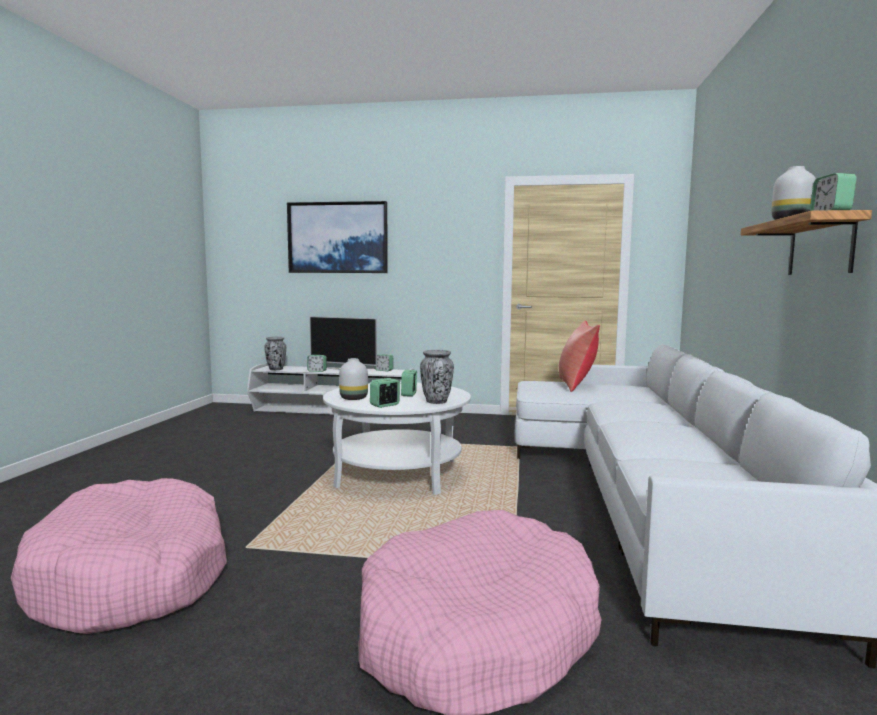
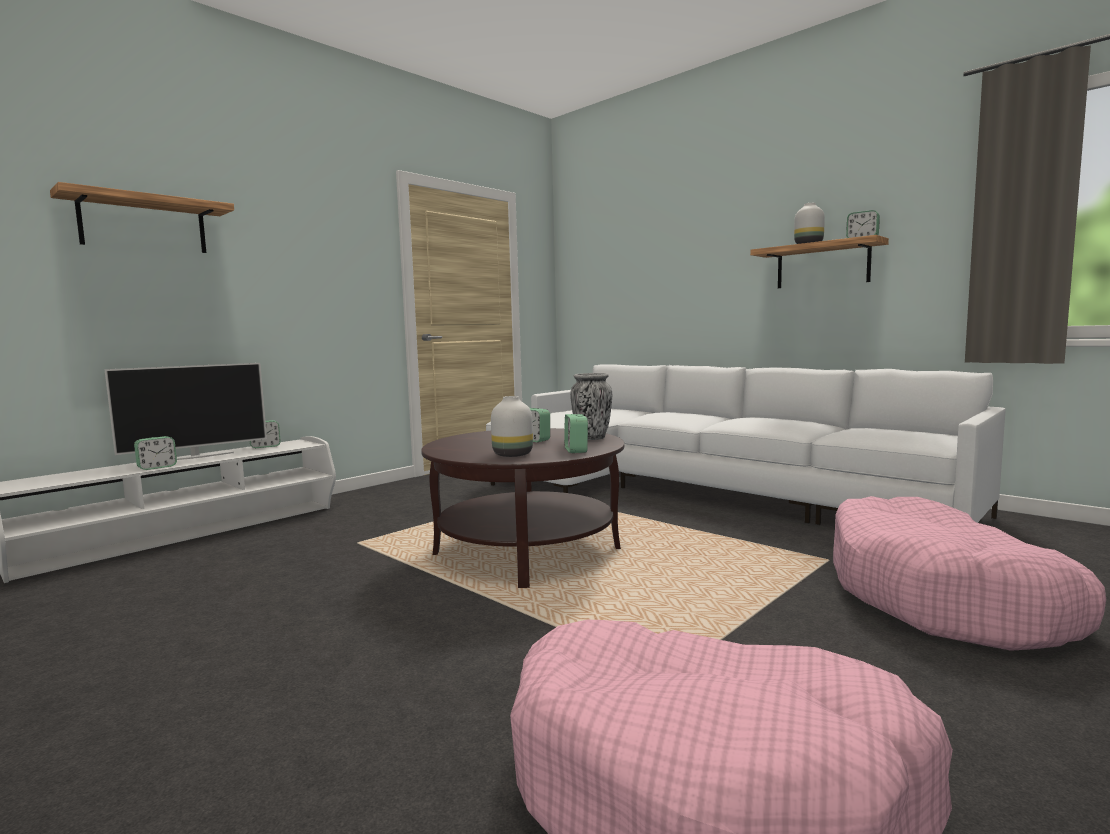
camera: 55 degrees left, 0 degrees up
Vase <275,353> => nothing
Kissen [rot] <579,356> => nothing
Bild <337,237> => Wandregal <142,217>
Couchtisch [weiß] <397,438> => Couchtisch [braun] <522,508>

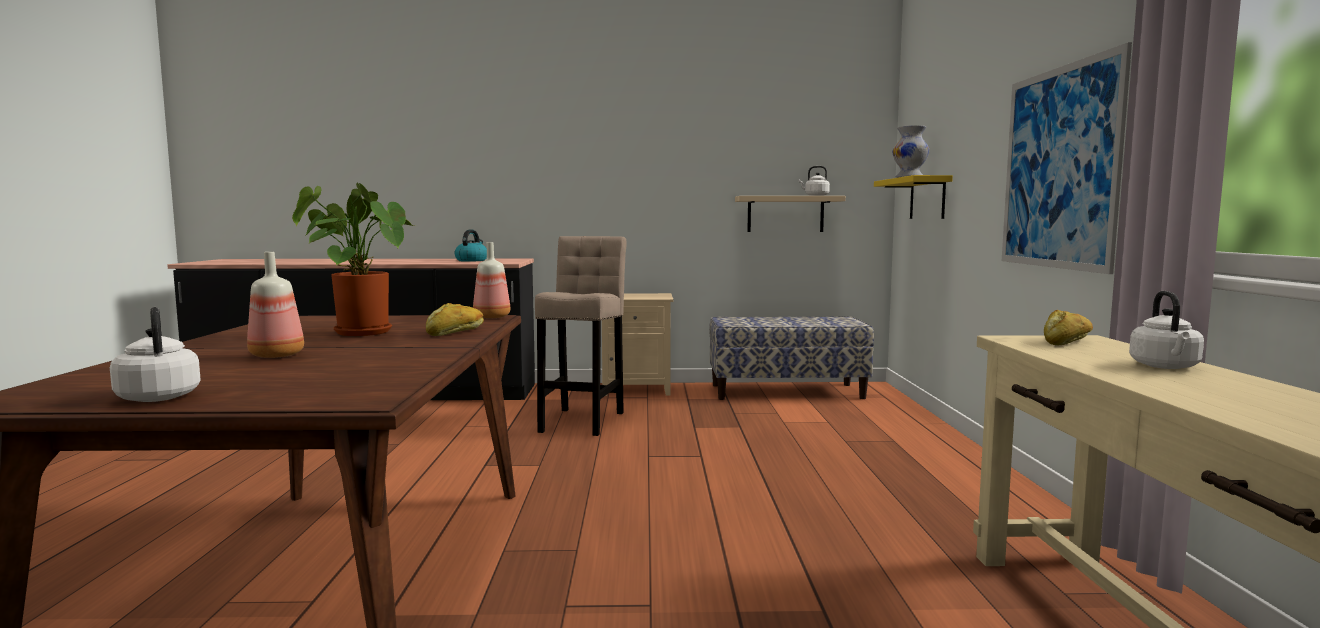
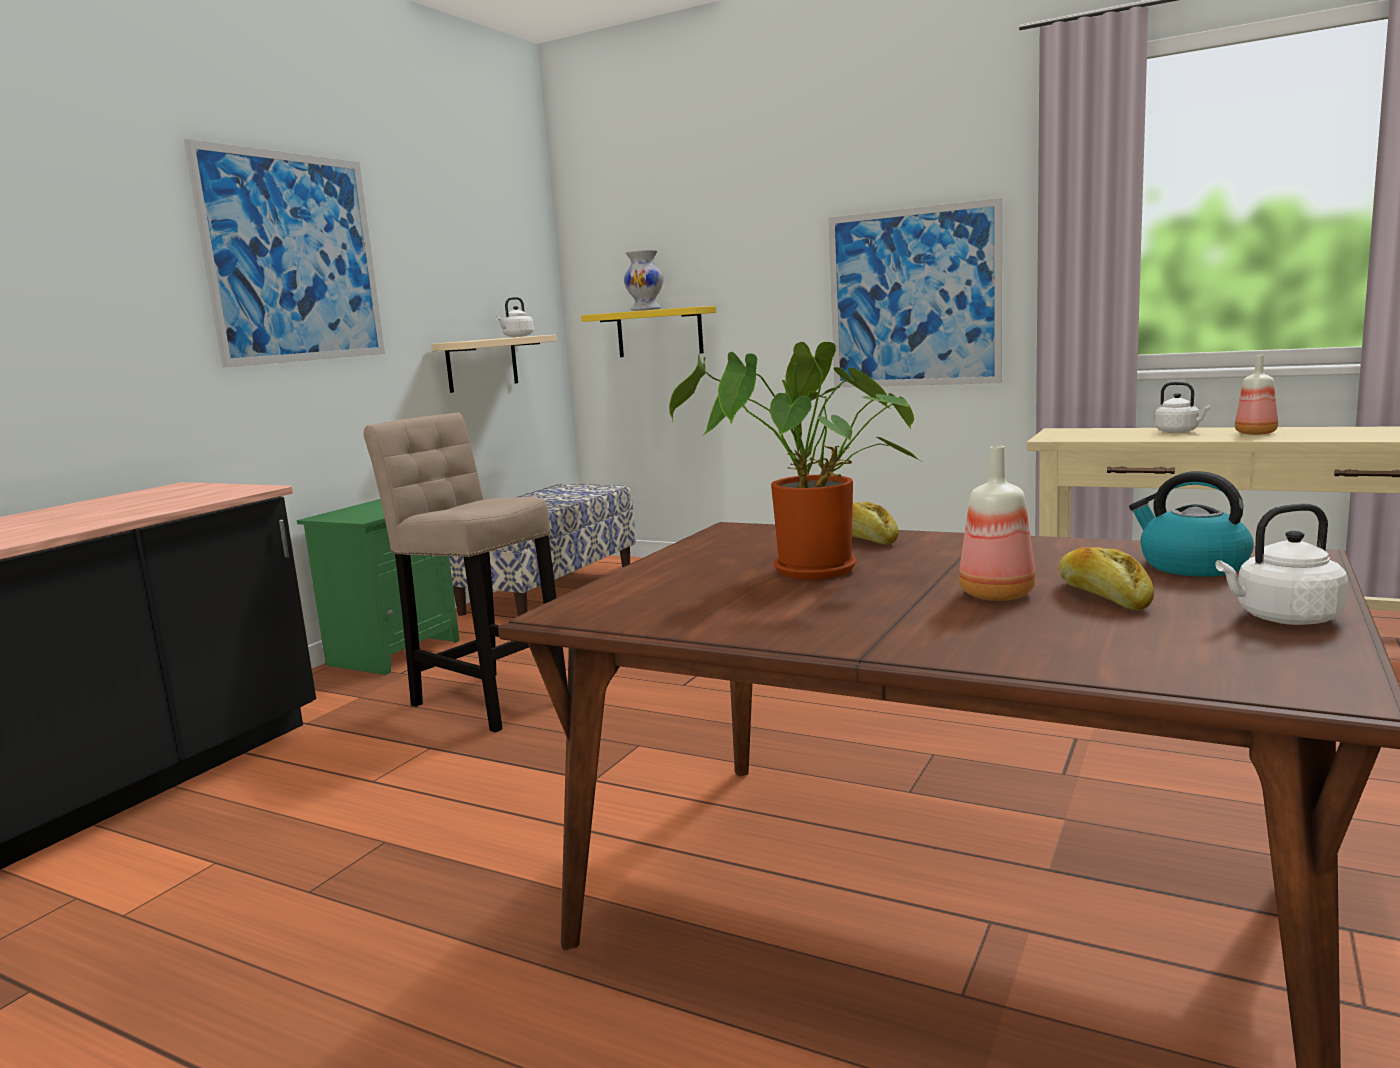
camera: 60 degrees left, 5 degrees up
nothing => Bild <284,253>
Wasserkessel <471,246> => Wasserkessel <1191,524>, moved
Flasche <491,280> => Flasche <1256,395>, moved
Brot <1068,328> => Brot <1106,578>, moved
Nachttisch [beige] <637,344> => Nachttisch [grün] <378,587>

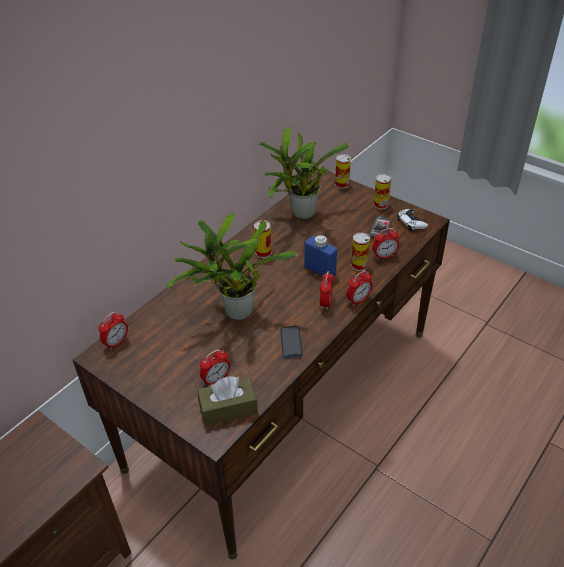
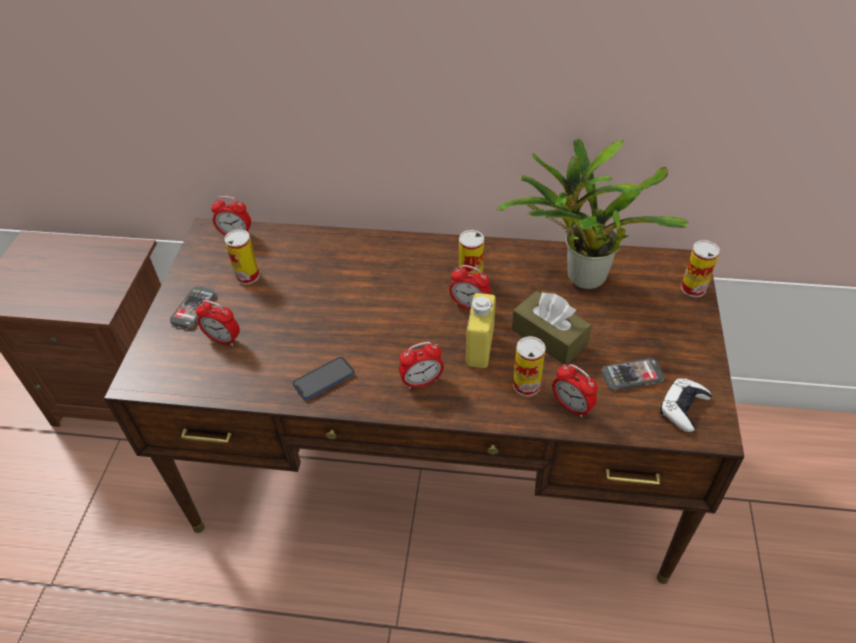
camera: 60 degrees right, 5 degrees up
Topfpflanze <232,266> => nothing
nothing => Handy <193,307>
Taschentuchbox [braun] <227,401> => Taschentuchbox [braun] <552,328>, moved
Wecker <360,288> => Wecker <470,287>, moved
Dose <382,192> => Dose <242,257>, moved
Flasche [blau] <320,255> => Flasche [gelb] <481,330>

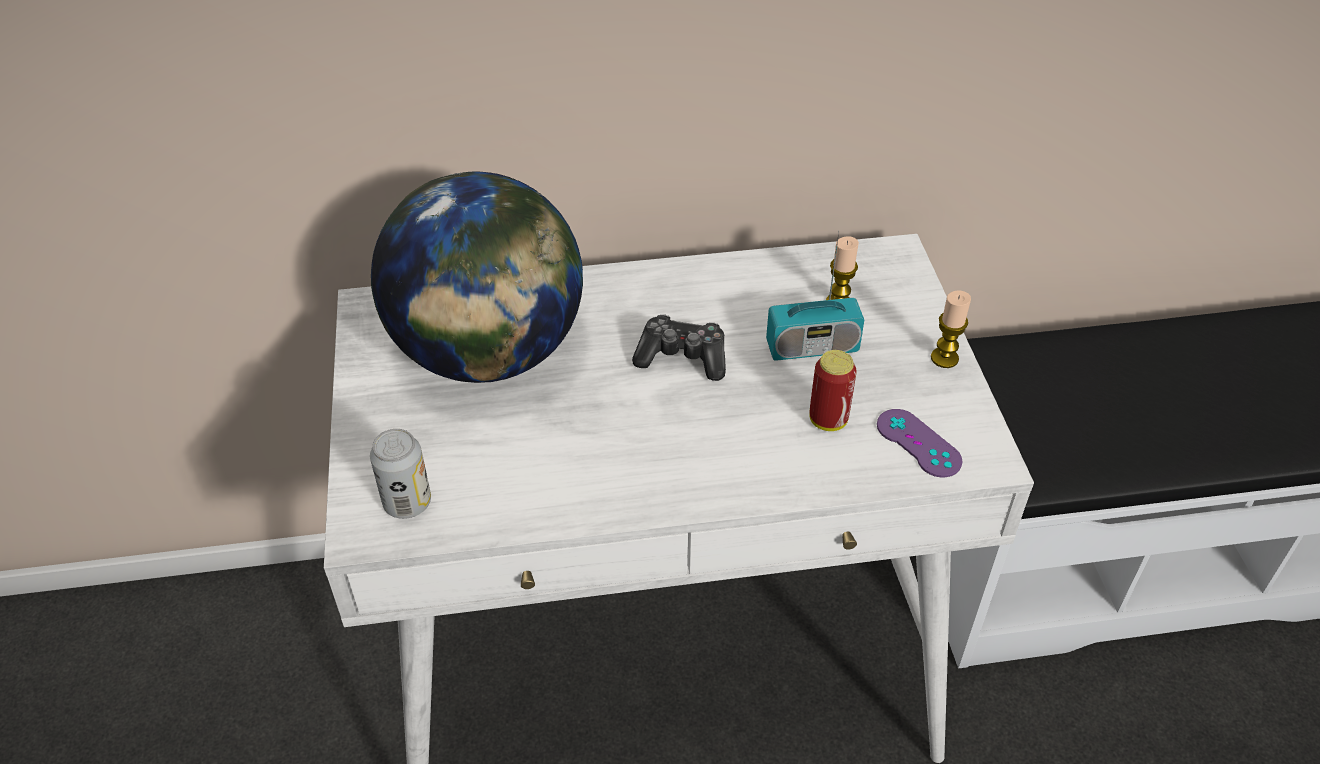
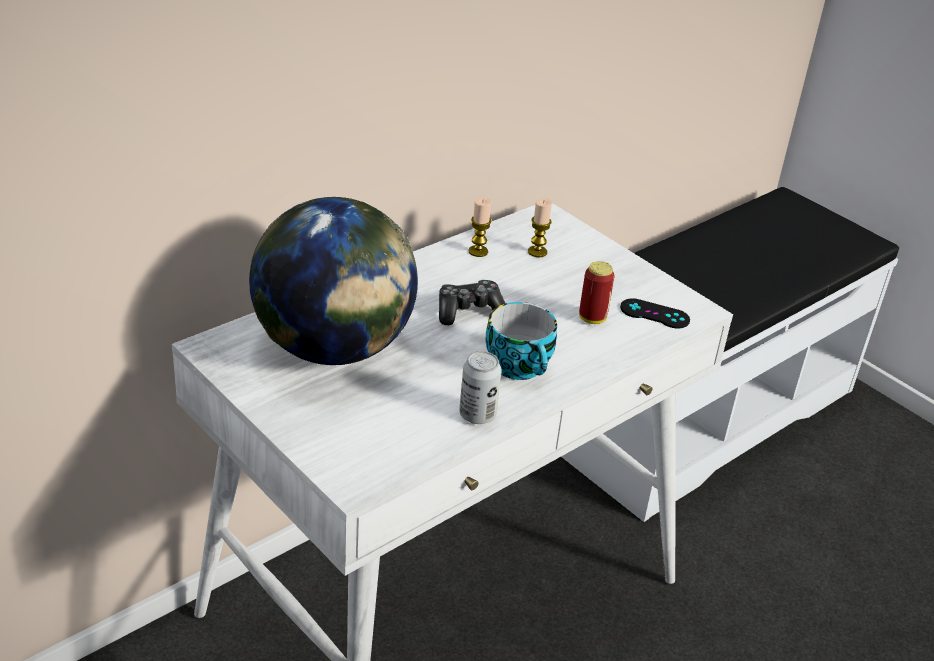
camera: 35 degrees left, 10 degrees down
Radio <815,296> => nothing
nothing => Tasse <521,341>
Dose <400,474> => Dose <480,387>, moved
Kerze <951,329> => Kerze <480,227>, moved
Gamepad [lila] <920,443> => Gamepad [schwarz] <655,313>

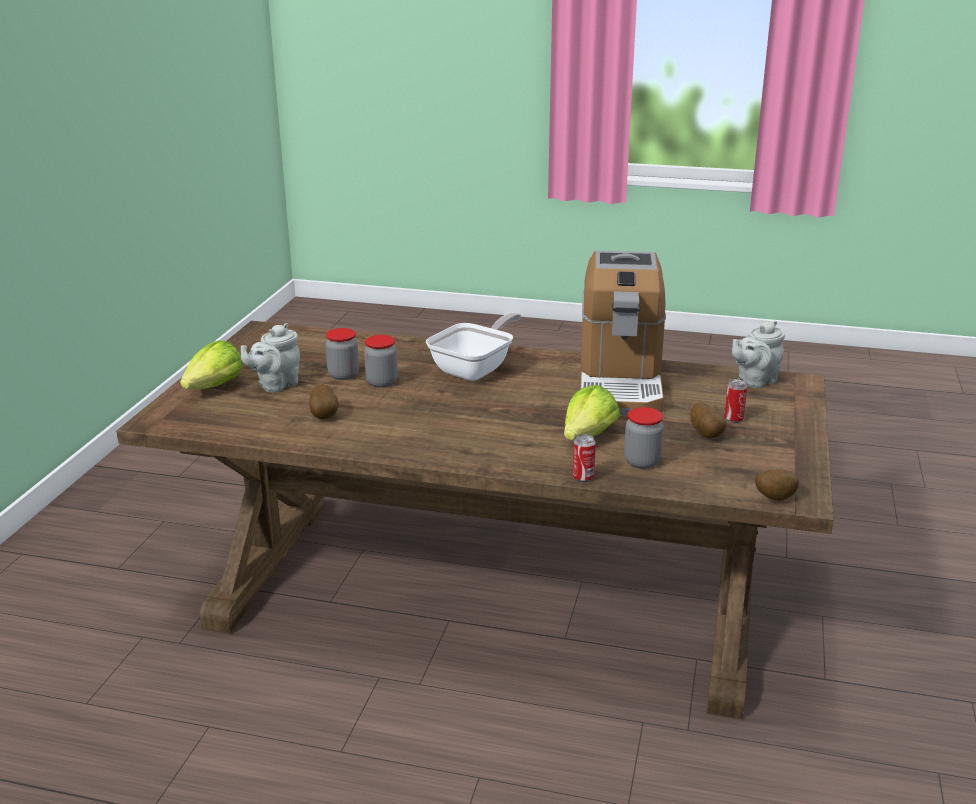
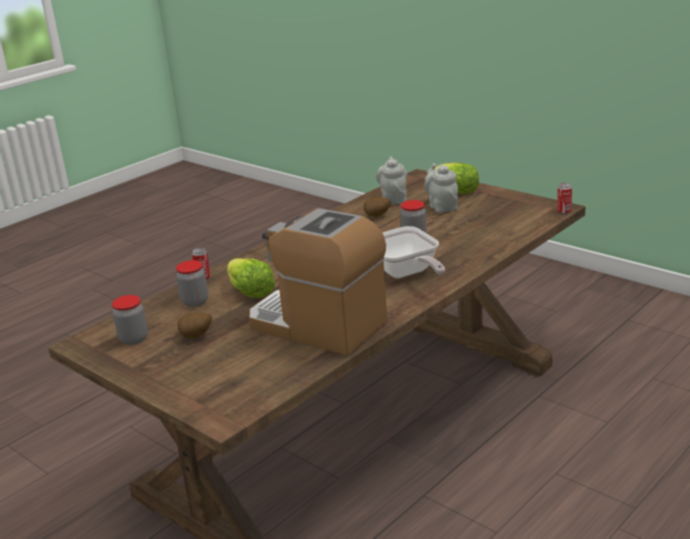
camera: 120 degrees right, 0 degrees up
Kartoffel <777,485> => nothing
Vorratsglas <342,354> => Vorratsglas <130,320>, moved
Dose <735,401> => Dose <564,198>, moved
Teekanne [grau] <758,354> => Teekanne [grau] <391,181>, moved

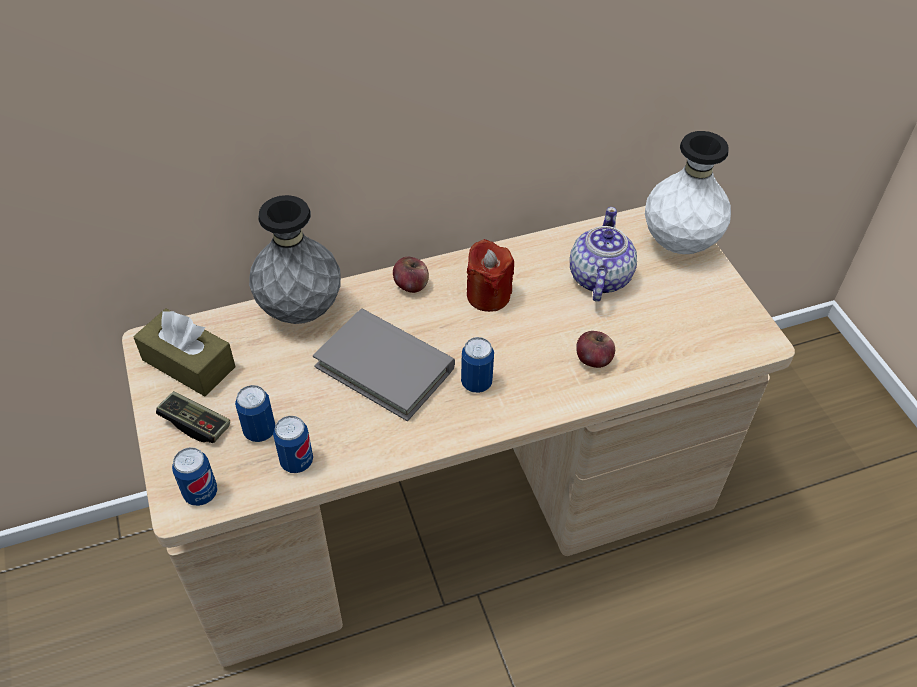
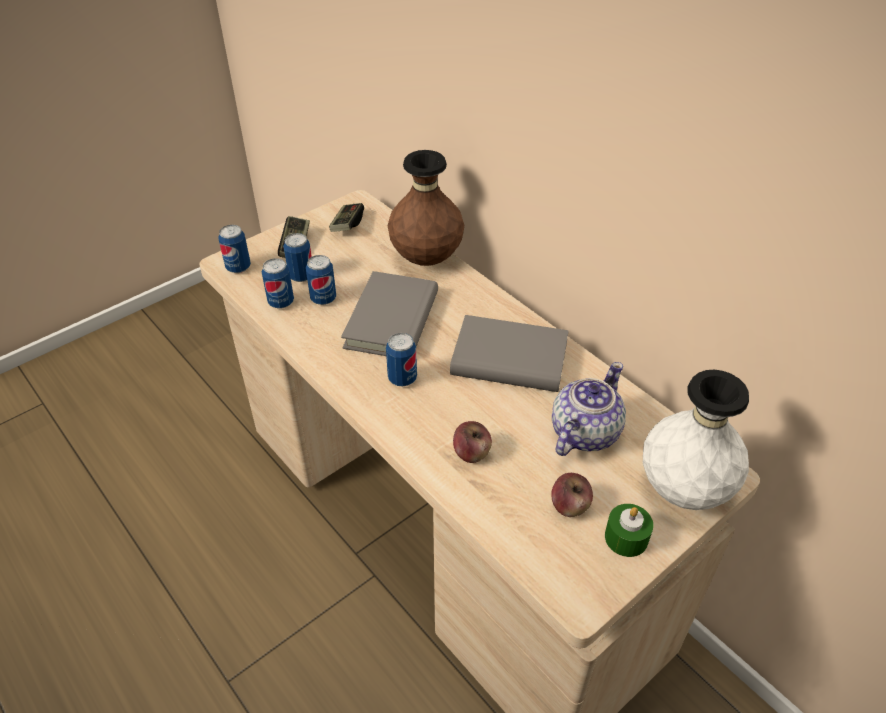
camera: 70 degrees right, 5 degrees down
nothing => Dose <321,280>
nothing => Kerze [grün] <629,530>
Apfel <411,275> => Apfel <572,495>, moved
Taschentuchbox [braun] <184,352> => Gamepad <346,217>
Kerze [rot] <490,275> => Buch [grau] <509,353>
Vase [grau] <295,259> => Vase [braun] <426,208>
Teekanne <603,254> => Teekanne <589,409>, 45 degrees counterclockwise

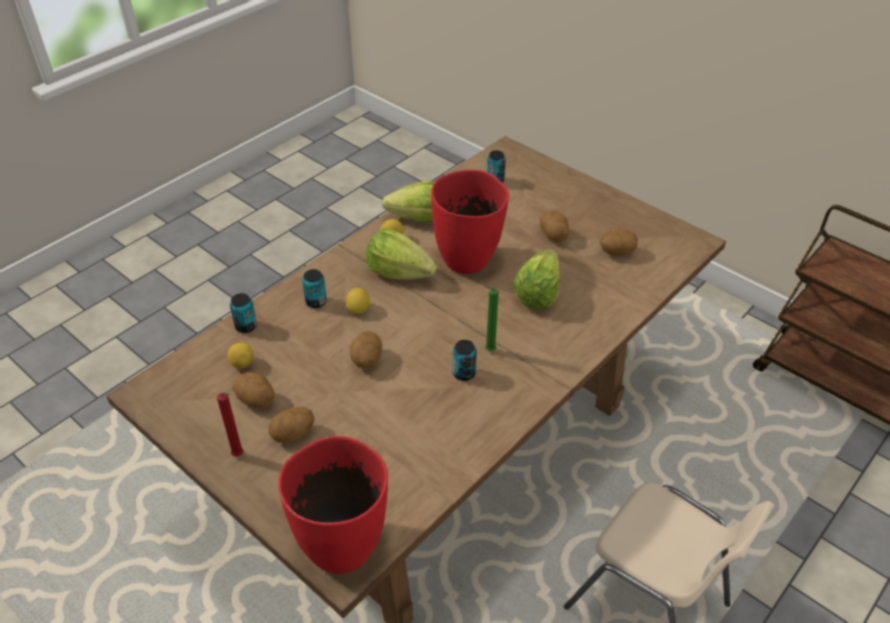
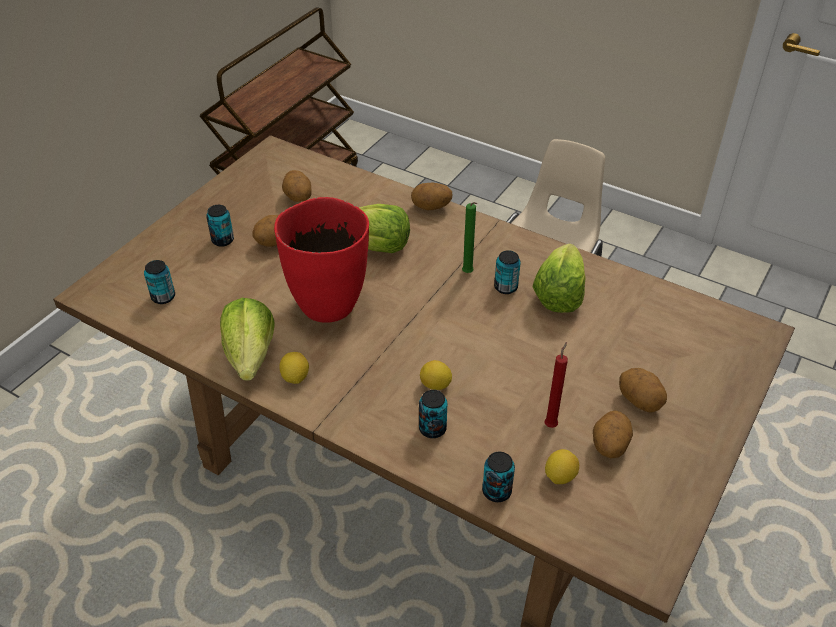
camera: 100 degrees left, 0 degrees up
Vase [rot] <333,505> => nothing
nothing => Dose <220,226>
Kerze [rot] <230,424> => Kerze [rot] <556,385>, moved
Kartoffel <366,350> => Kartoffel <432,196>, moved
Salatkopf <401,254> => Salatkopf <559,278>, moved

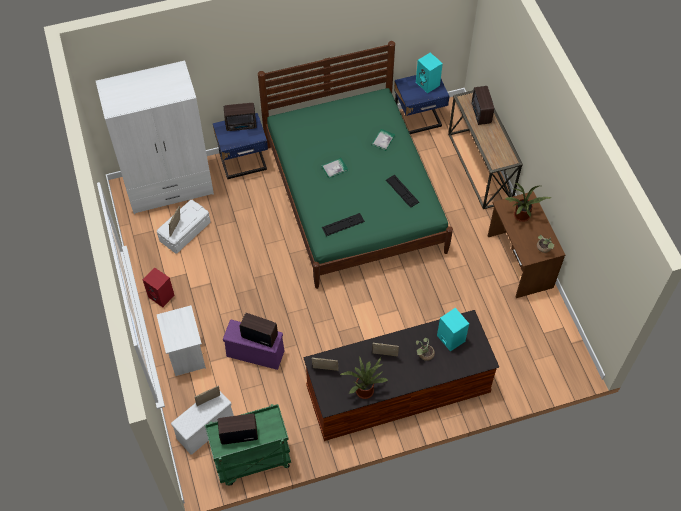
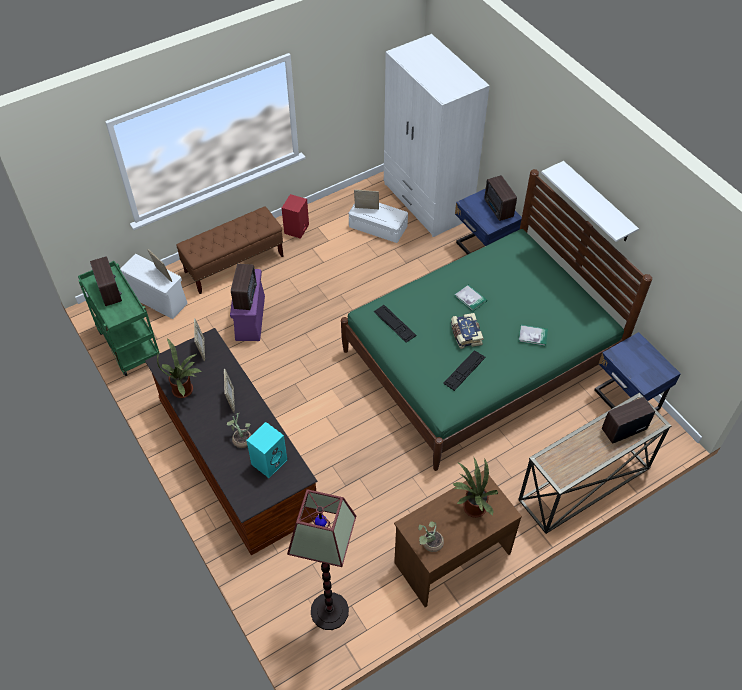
camera: 75 degrees right, 5 degrees down
Lautsprecher [türkis] <429,72> => nothing
nothing => Stehlampe <321,559>
nothing => Buch <467,331>
nothing => Wandregal [weiß] <590,201>
Nachttisch [weiß] <181,340> => Bank [braun] <229,250>

